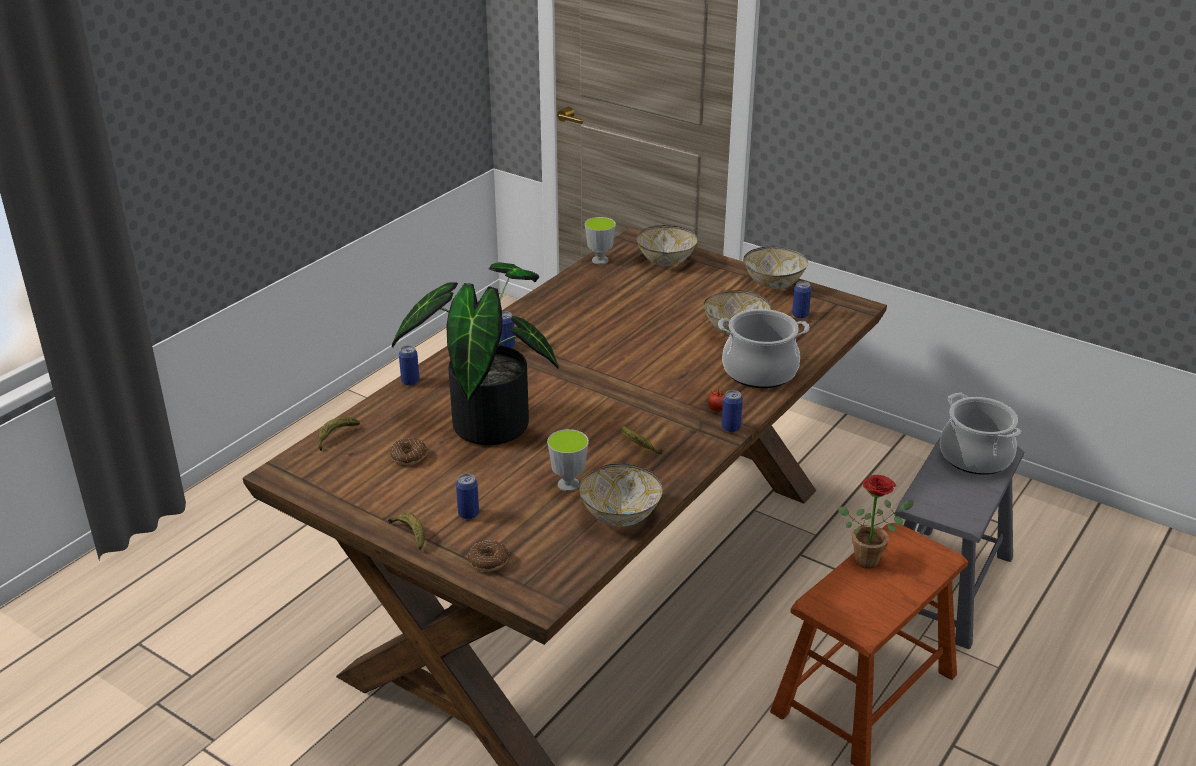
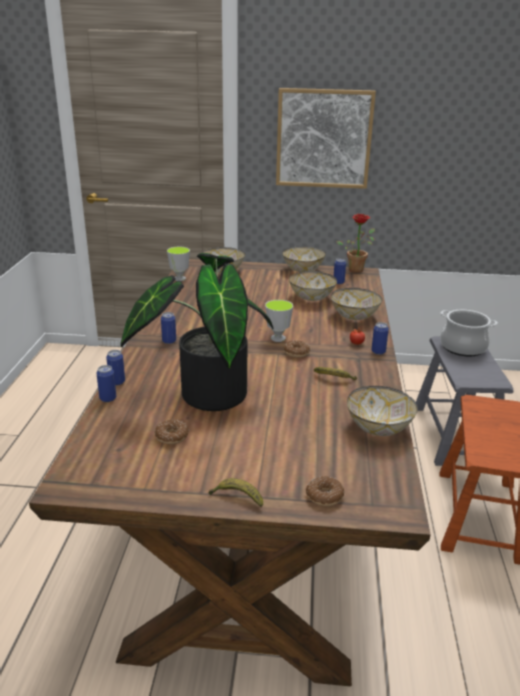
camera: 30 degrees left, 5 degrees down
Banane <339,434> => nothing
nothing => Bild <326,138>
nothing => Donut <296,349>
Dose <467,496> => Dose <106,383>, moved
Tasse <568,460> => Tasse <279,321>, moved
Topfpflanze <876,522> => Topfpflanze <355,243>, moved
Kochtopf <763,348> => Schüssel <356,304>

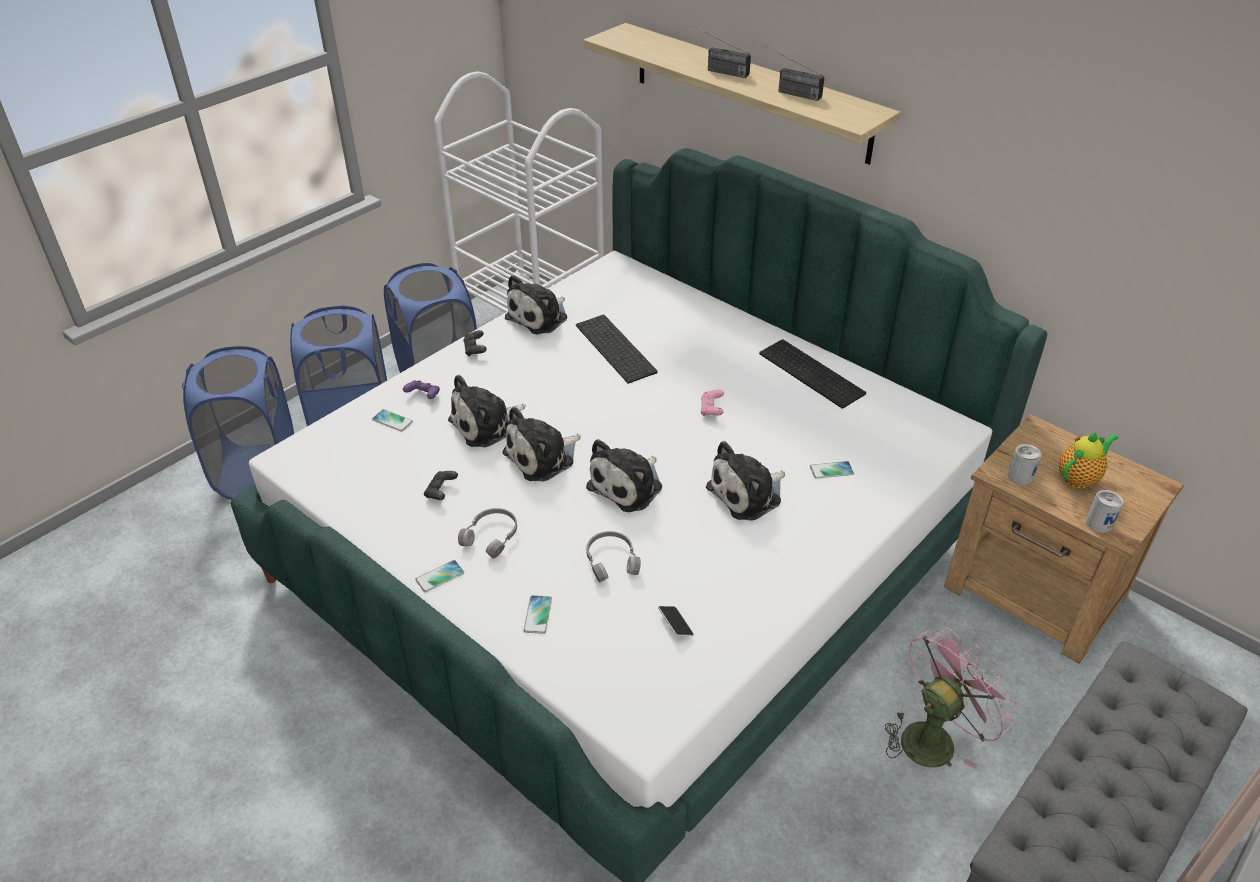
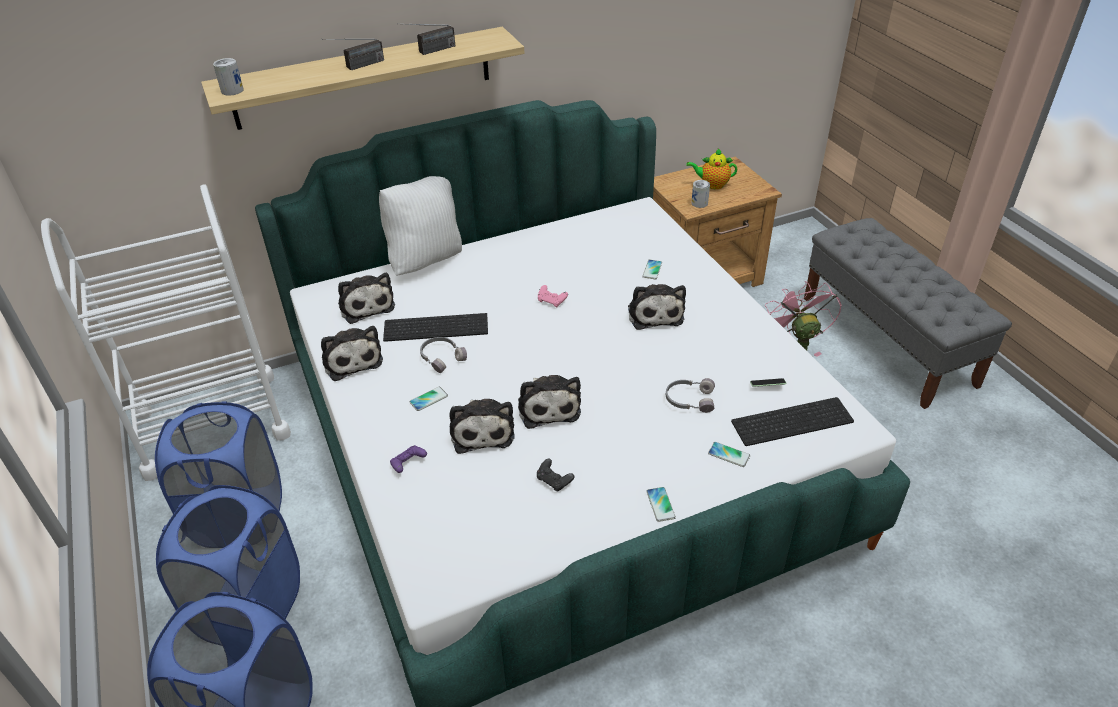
camera: 65 degrees left, 0 degrees up
Gamepad [schwarz] <475,343> => nothing
nothing => Kissen [weiß] <420,226>
Handy <392,420> => Handy <428,398>, moved
Kopfhörer [grau] <487,533> => Kopfhörer [grau] <443,355>, moved
Plüschtier <624,475> => Plüschtier <366,298>, moved
Tastatur <812,374> => Tastatur <792,421>, moved
Dose <1104,511> => Dose <228,76>, moved
Teekanne <1089,460> => Teekanne <712,168>, 75 degrees counterclockwise

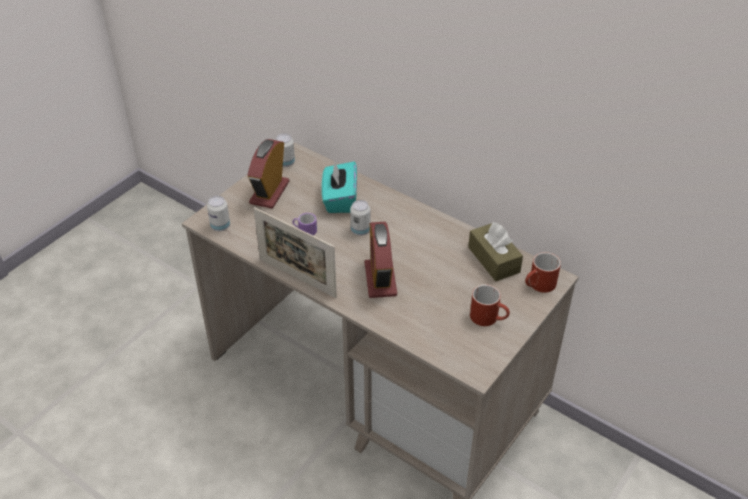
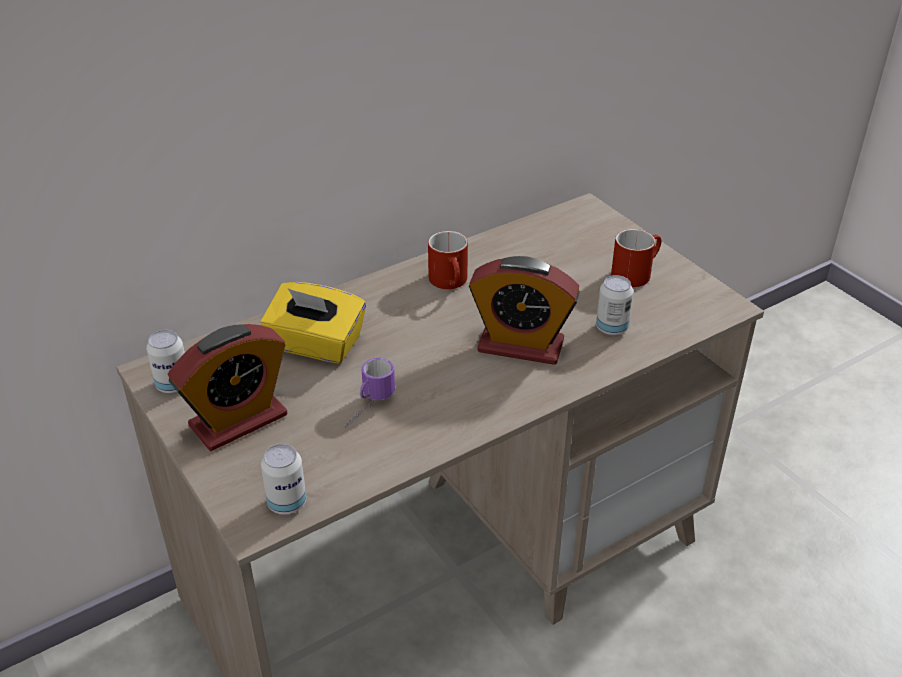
camera: 70 degrees left, 5 degrees down
Bilderrahmen <295,252> => nothing
Taschentuchbox [braun] <495,251> => nothing
Dose <360,218> => Dose <614,305>, moved
Henkelbecher [rot] <543,272> => Henkelbecher [rot] <448,260>, moved
Taschentuchbox [türkis] <339,186> => Taschentuchbox [gelb] <313,323>
Wecker <268,174> => Wecker <227,387>, 75 degrees counterclockwise

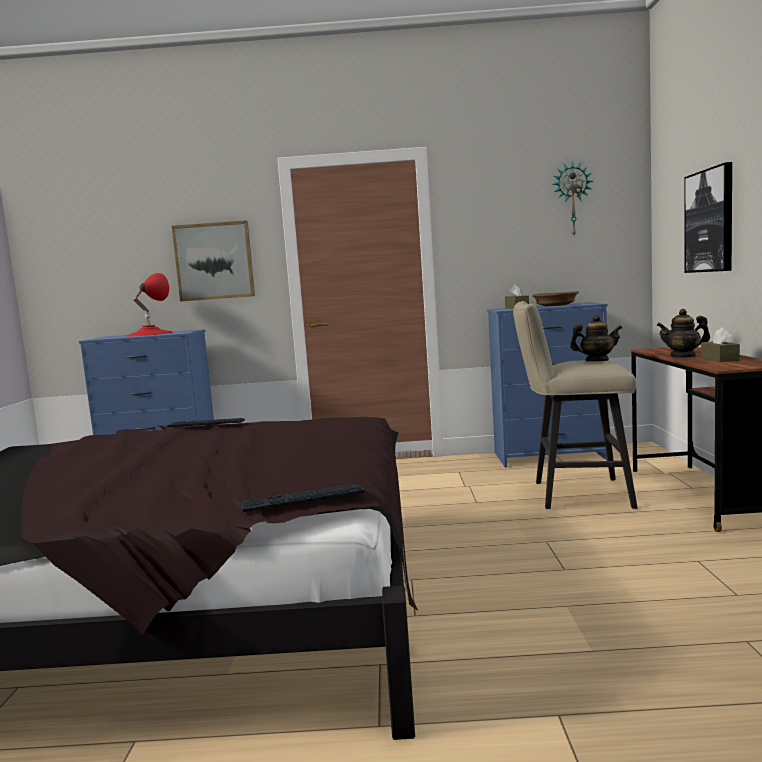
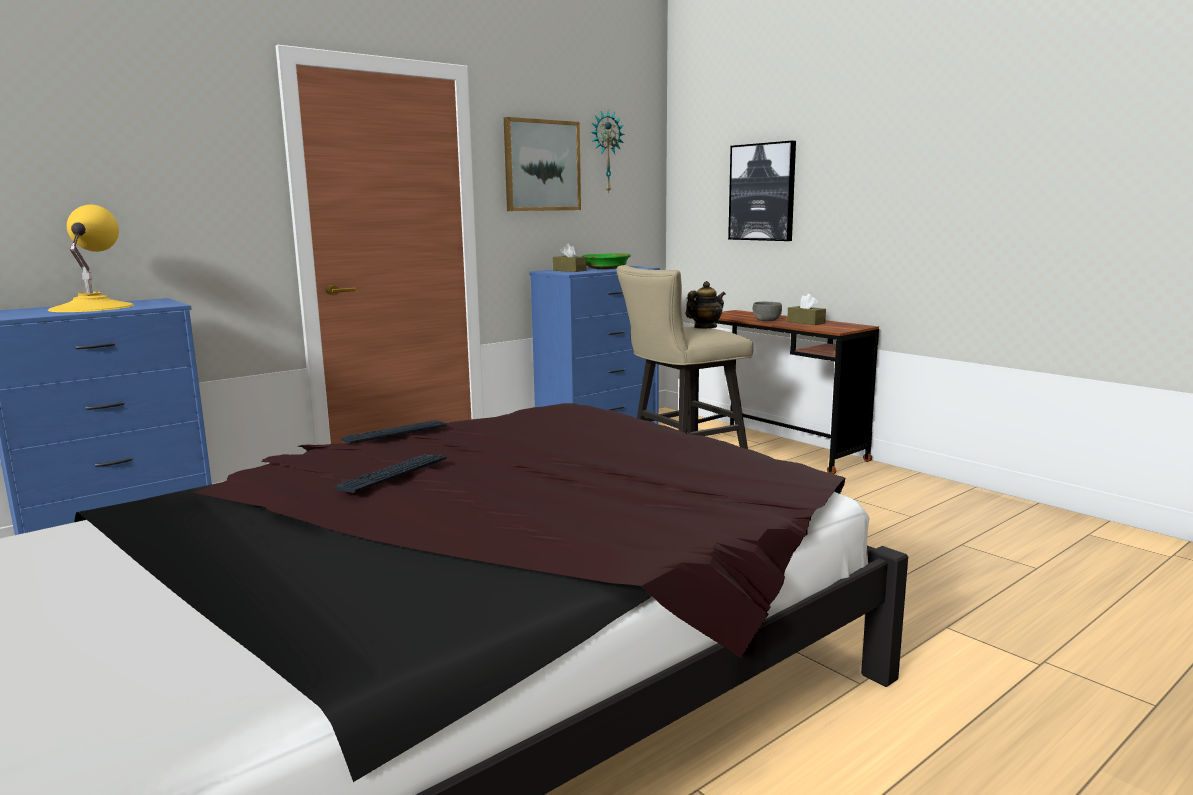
camera: 40 degrees left, 5 degrees up
Bild <213,260> => Bild <542,164>, moved
Tastatur <302,498> => Tastatur <390,473>, moved
Teekanne <683,333> => Schüssel [grau] <767,311>
Tischlampe [rot] <149,305> => Tischlampe [gelb] <91,258>
Schüssel [braun] <555,298> => Schüssel [grün] <606,261>

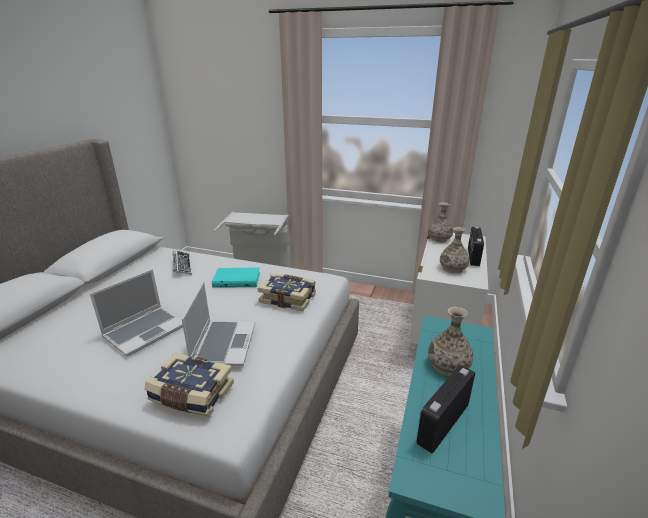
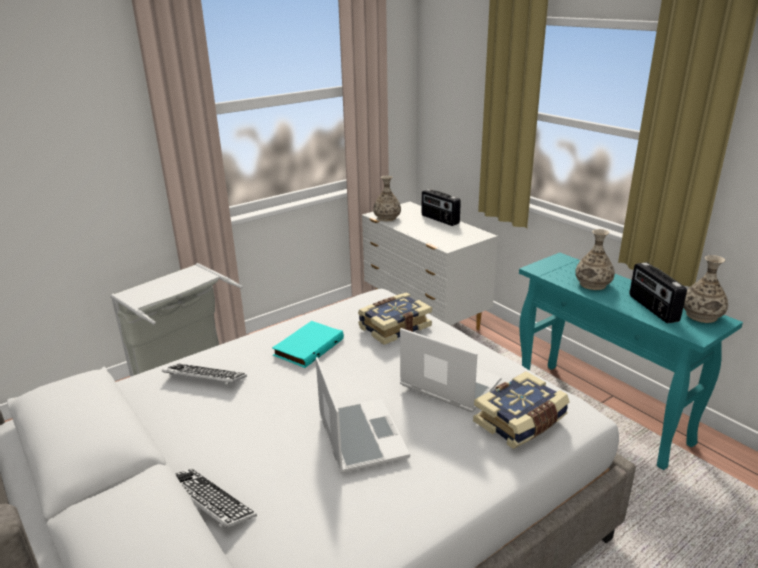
camera: 55 degrees left, 0 degrees up
nothing => Tastatur <216,498>
Vase <454,250> => Vase <705,289>, moved

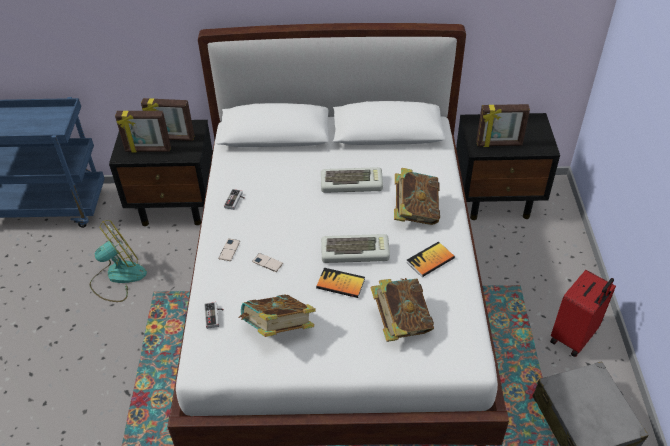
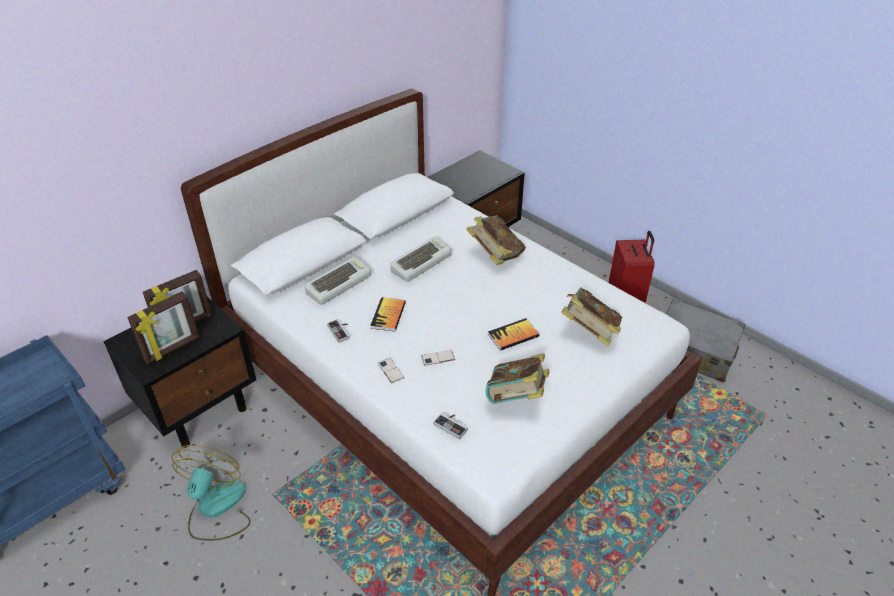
camera: 45 degrees left, 5 degrees down
Bilderrahmen <503,125> => nothing
Tastatur <355,248> => Tastatur <338,281>, moved
Buch <430,259> => Buch <388,314>, moved

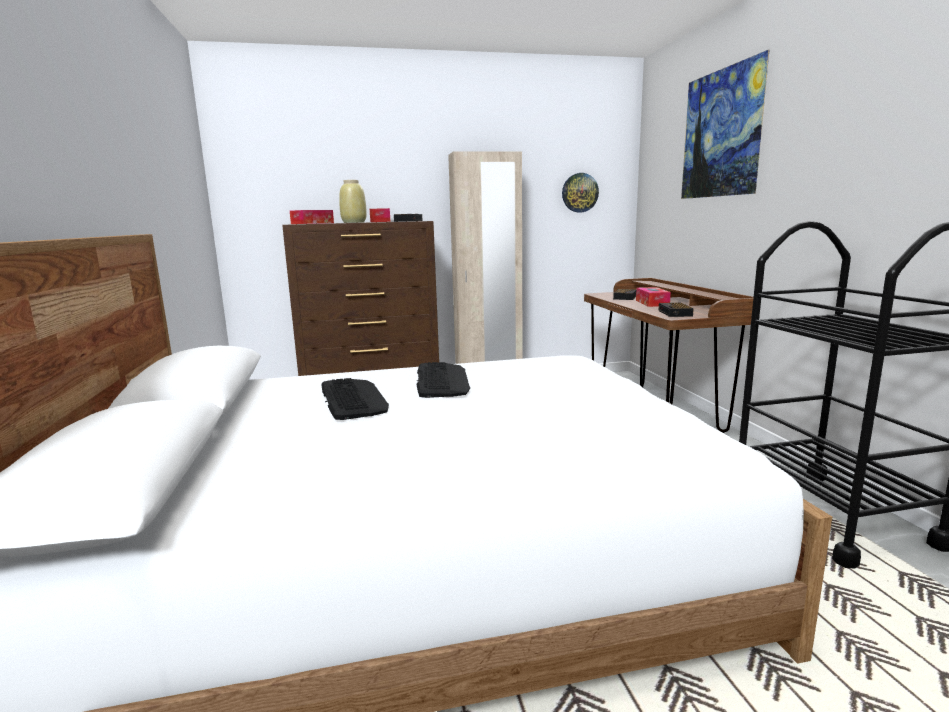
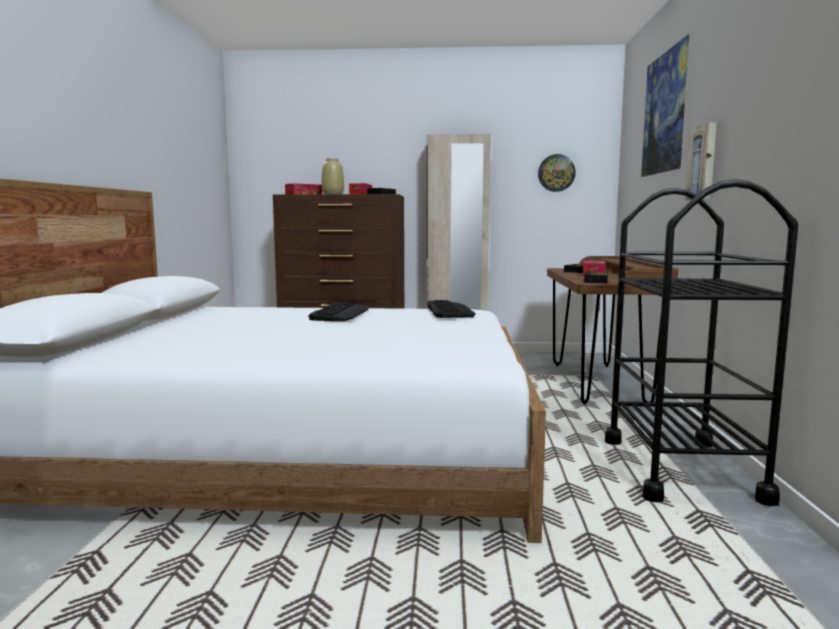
camera: 15 degrees right, 5 degrees down
nothing => Bild <701,161>
Tastatur <355,399> => Tastatur <451,309>, moved

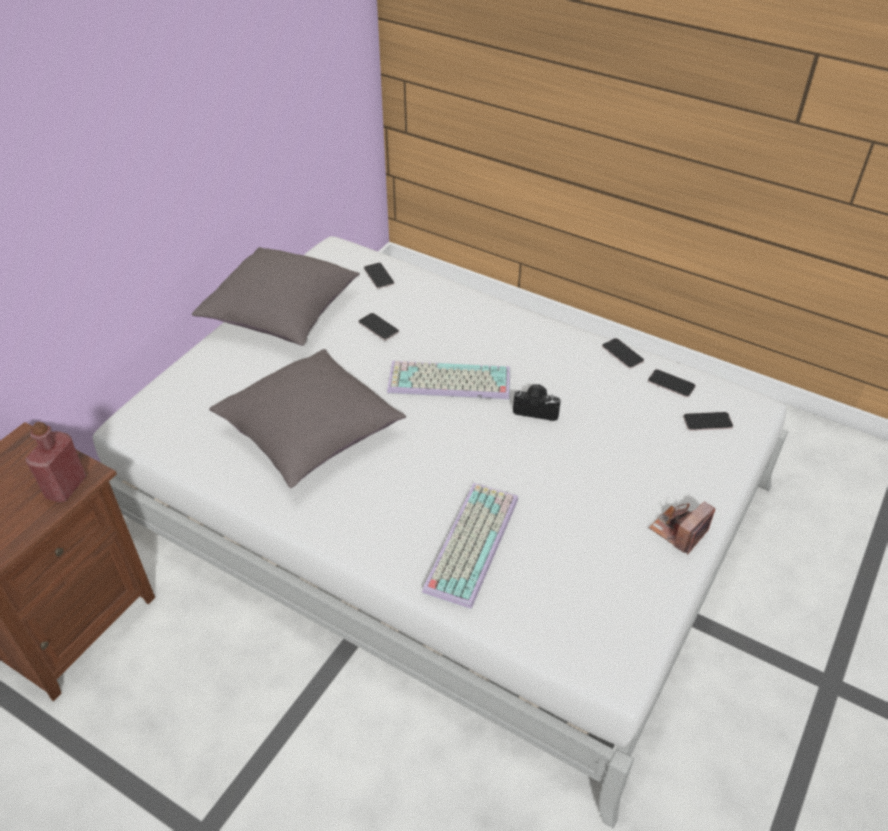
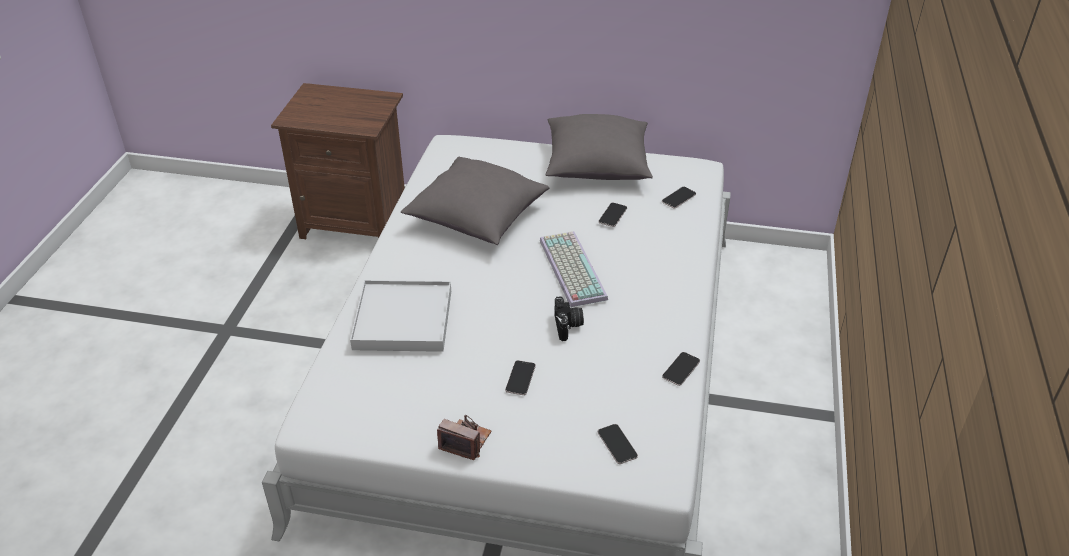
camera: 70 degrees right, 5 degrees down
Flasche [rot] <55,462> => nothing
Handy <672,383> => Handy <520,377>, moved
Tastatur <470,546> => Tablett [weiß] <400,316>

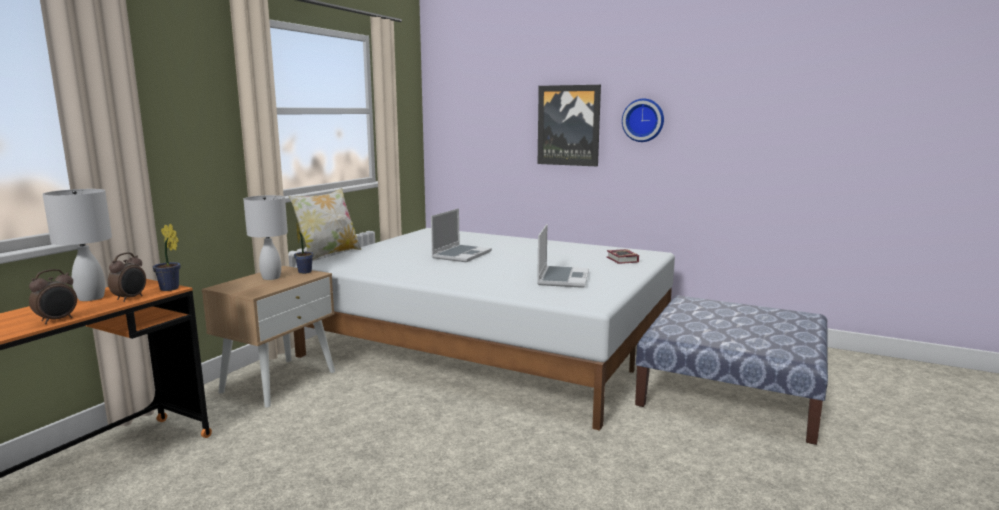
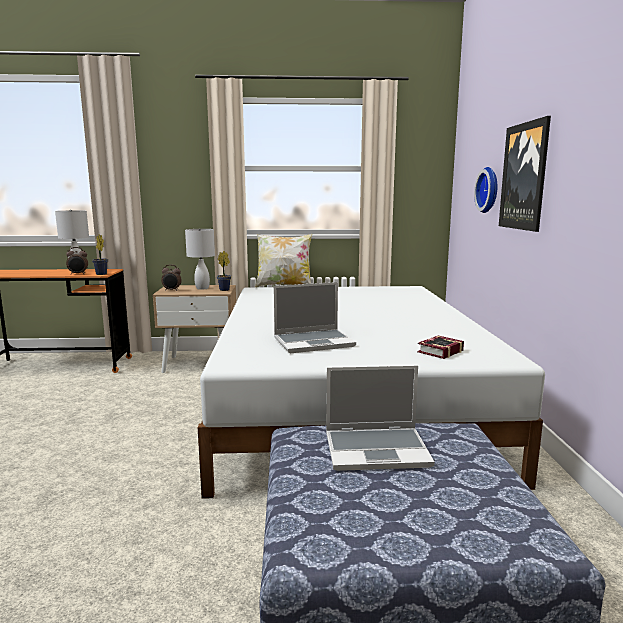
camera: 60 degrees right, 0 degrees up
Wecker <53,296> => Wecker <171,278>, moved
Laptop <461,235> => Laptop <380,418>, moved
Wanduhr <643,120> => Wanduhr <485,190>, moved

